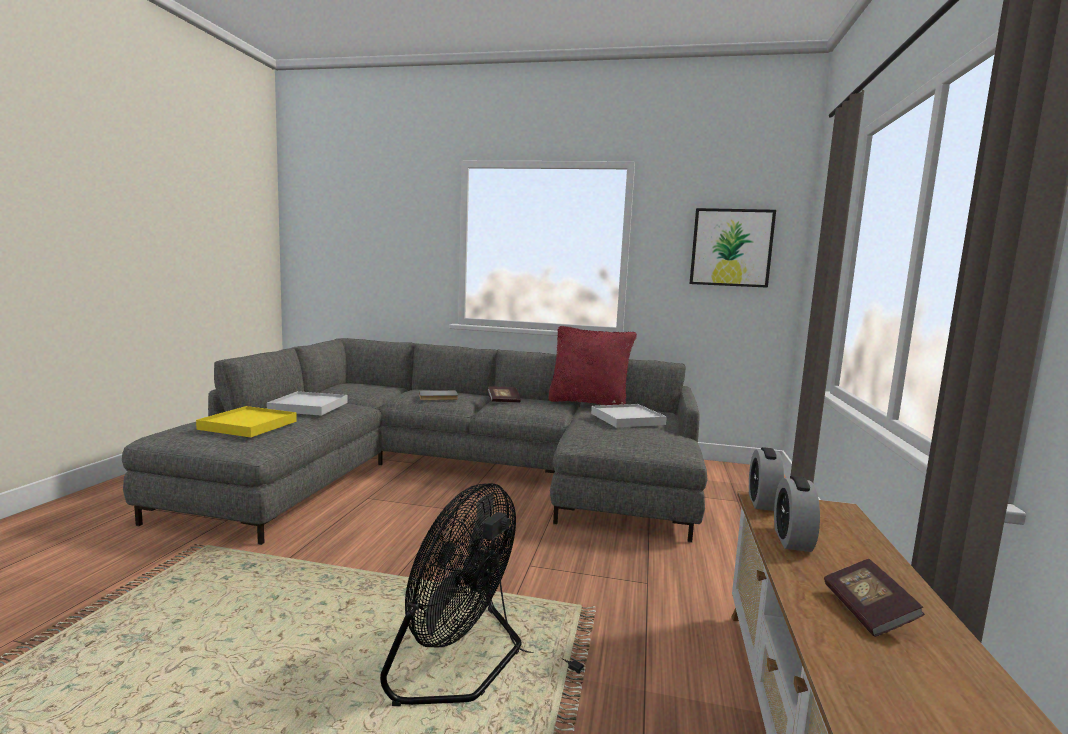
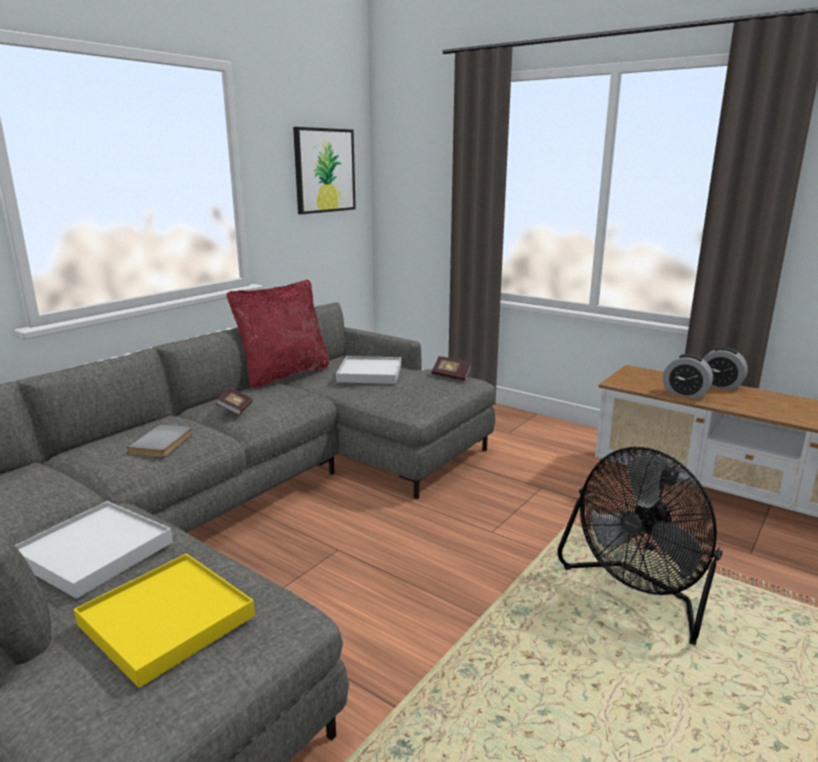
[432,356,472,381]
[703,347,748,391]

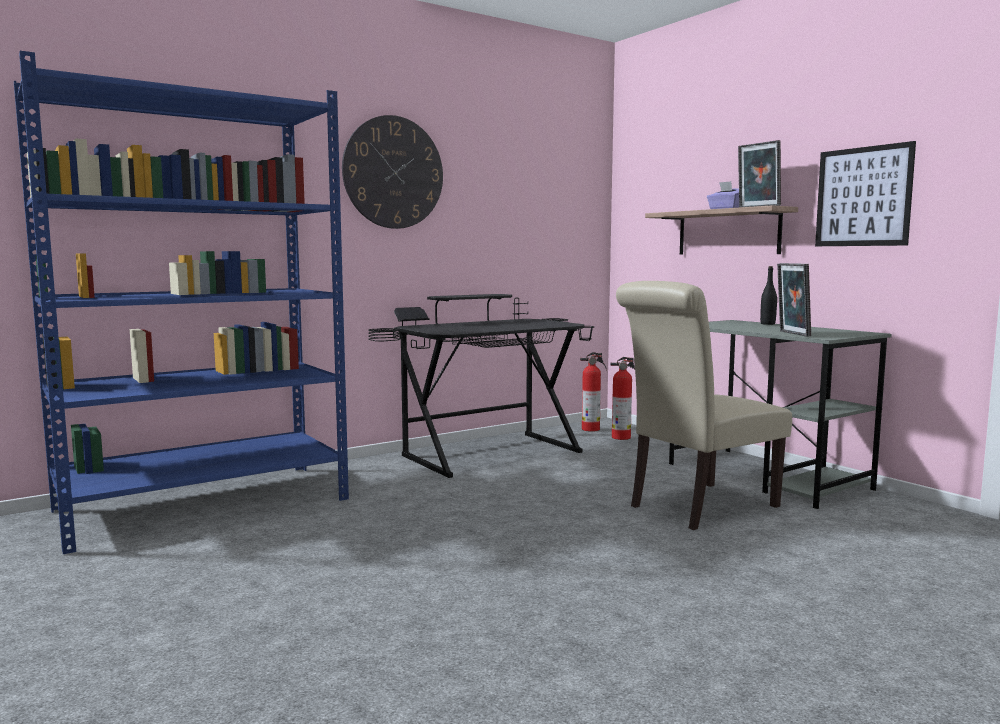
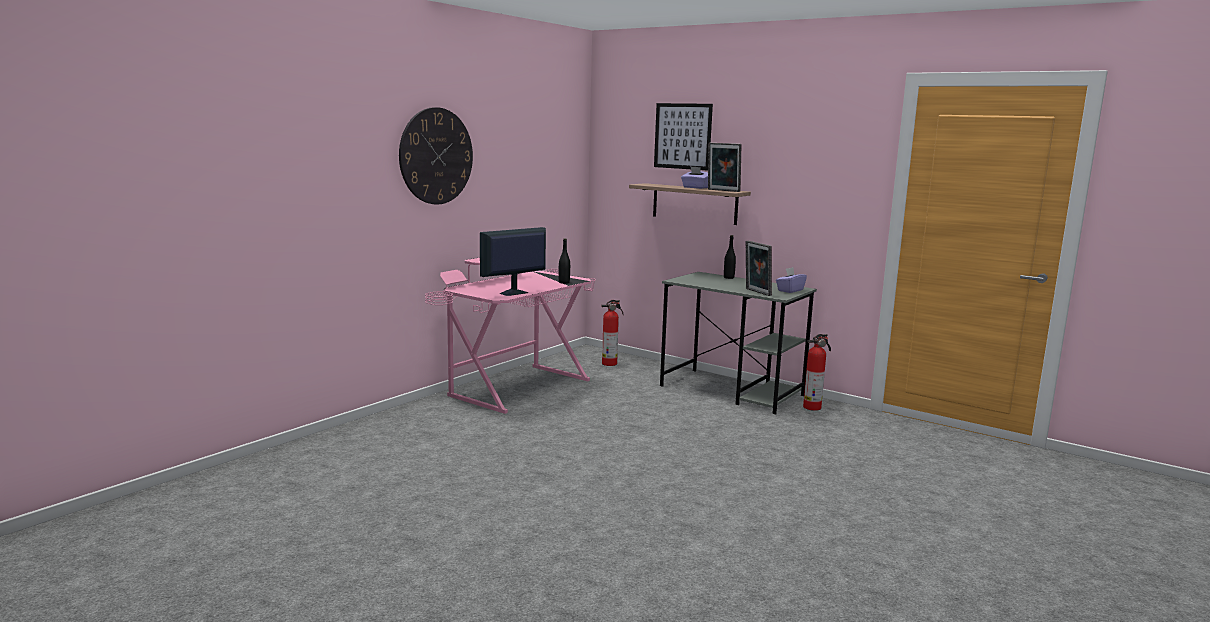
[425,257,596,414]
[480,227,546,296]
[559,239,570,284]
[654,103,713,171]
[776,267,807,293]
[803,334,831,411]
[14,51,349,554] (first image)
[616,281,792,530] (first image)

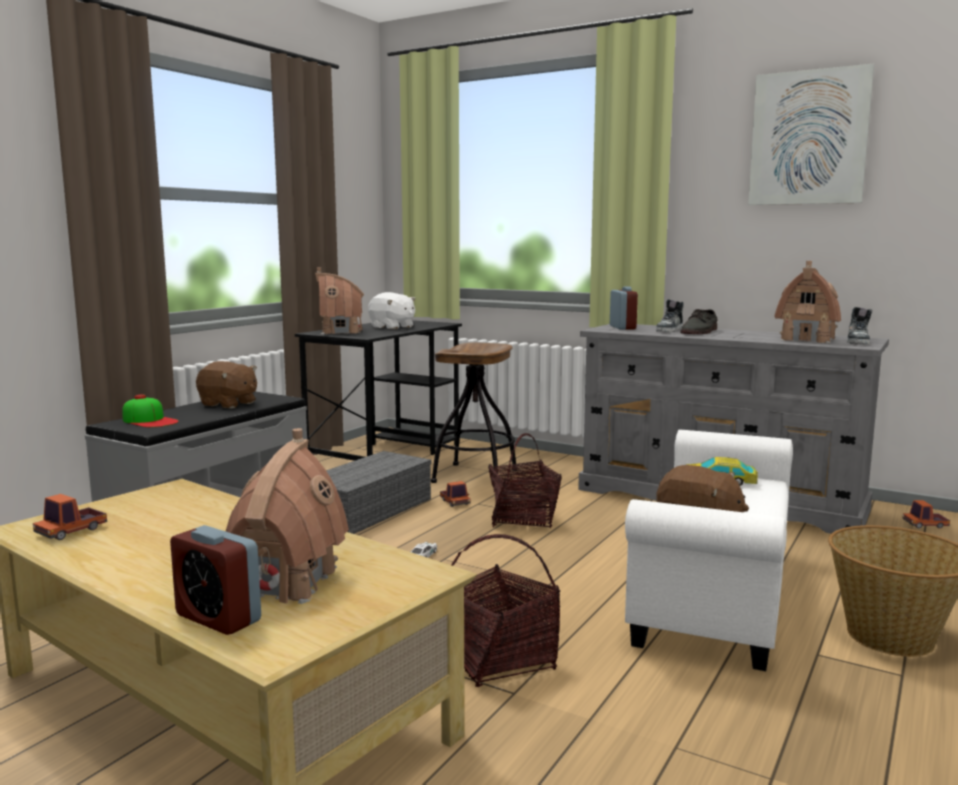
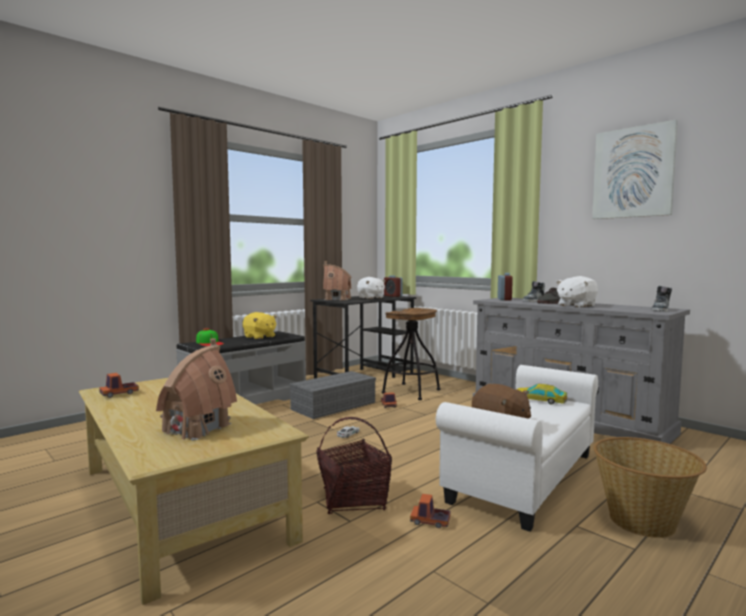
[243,312,277,339]
[384,275,403,297]
[410,494,450,528]
[556,276,598,308]
[488,433,562,528] (first image)
[774,261,841,343] (first image)

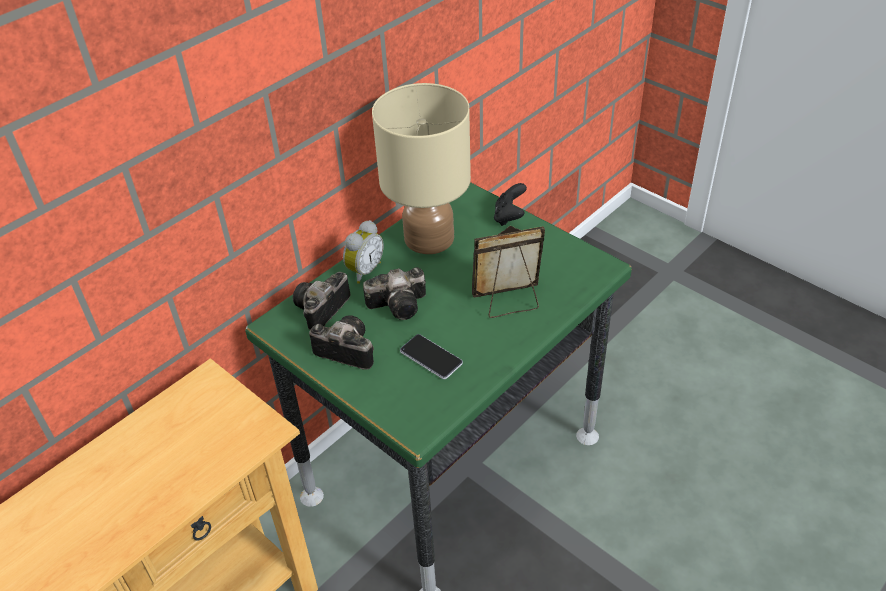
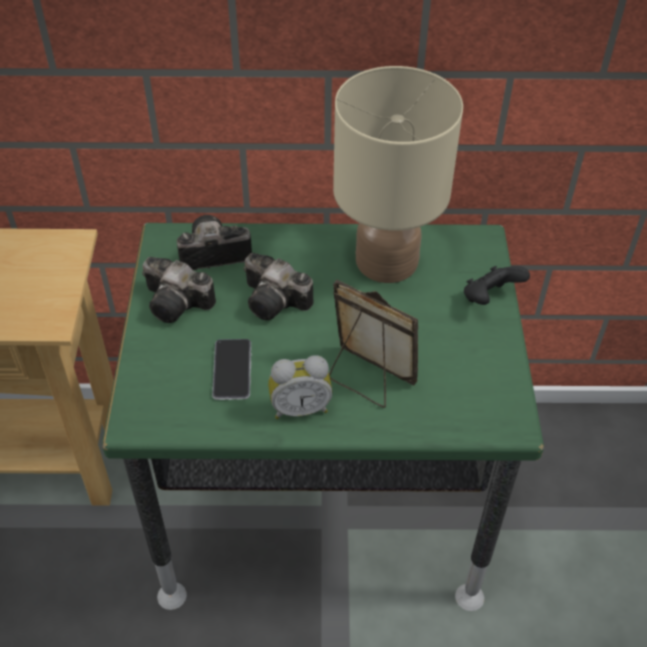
[142,257,216,323]
[268,355,332,419]

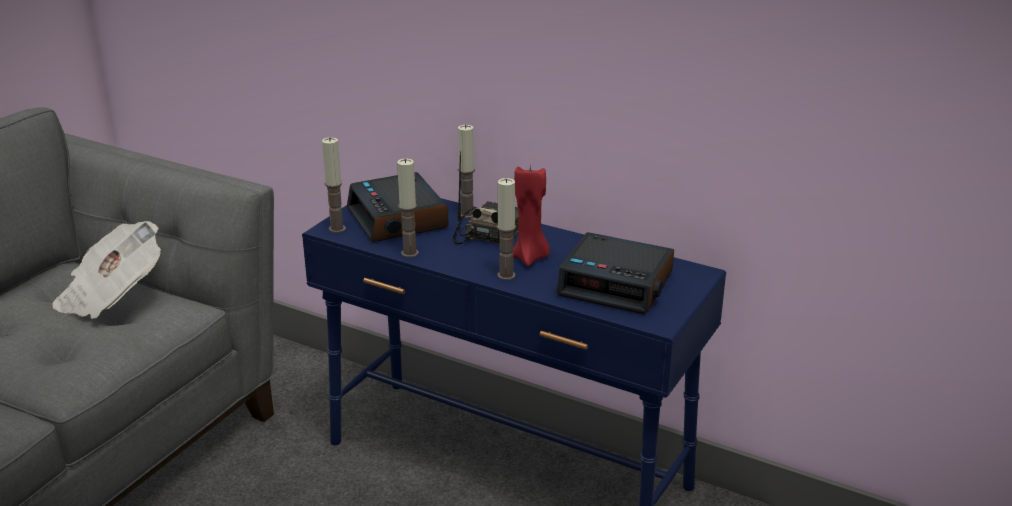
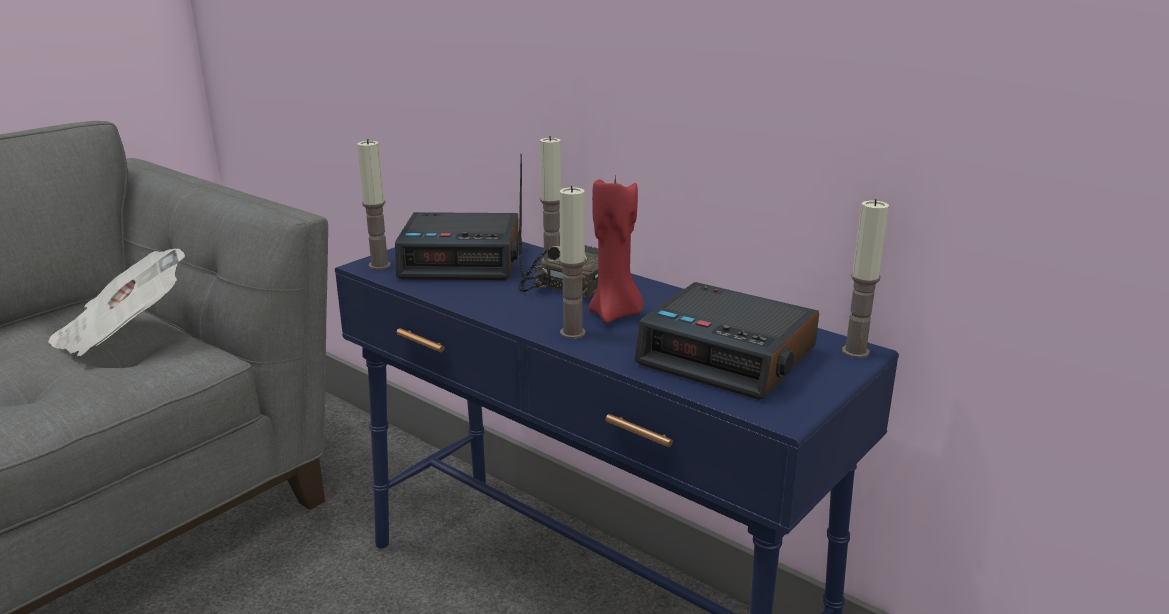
[395,212,519,280]
[842,199,889,358]

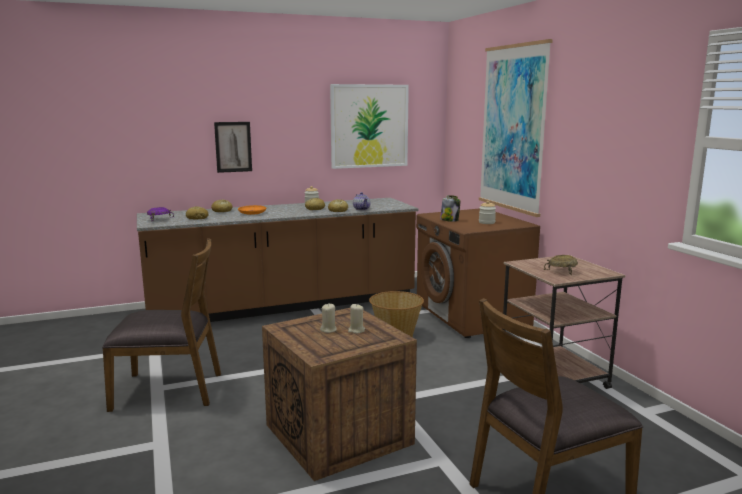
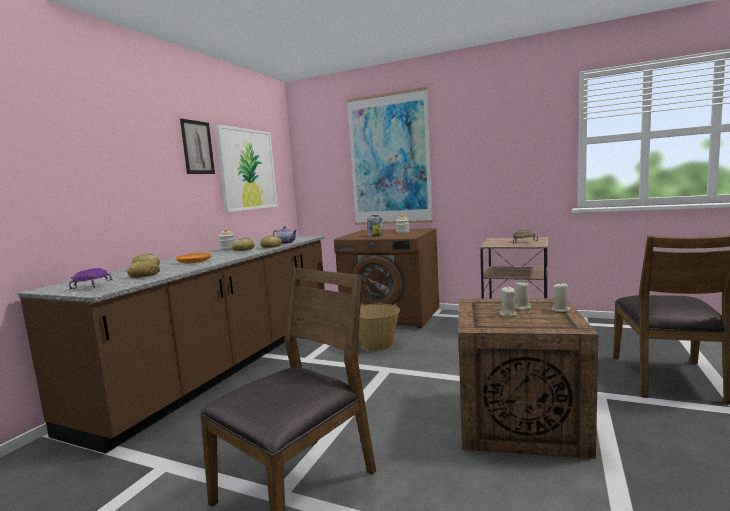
[180,119,215,174]
[551,282,571,312]

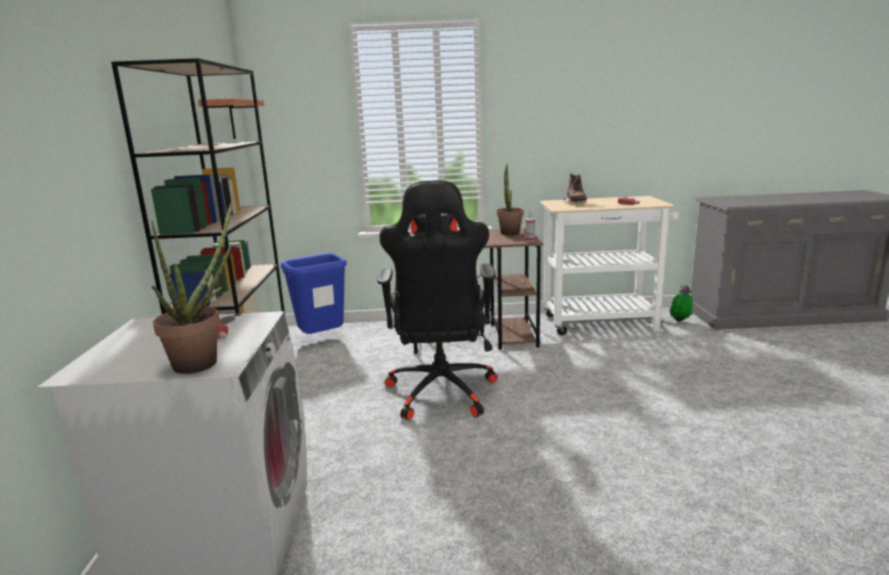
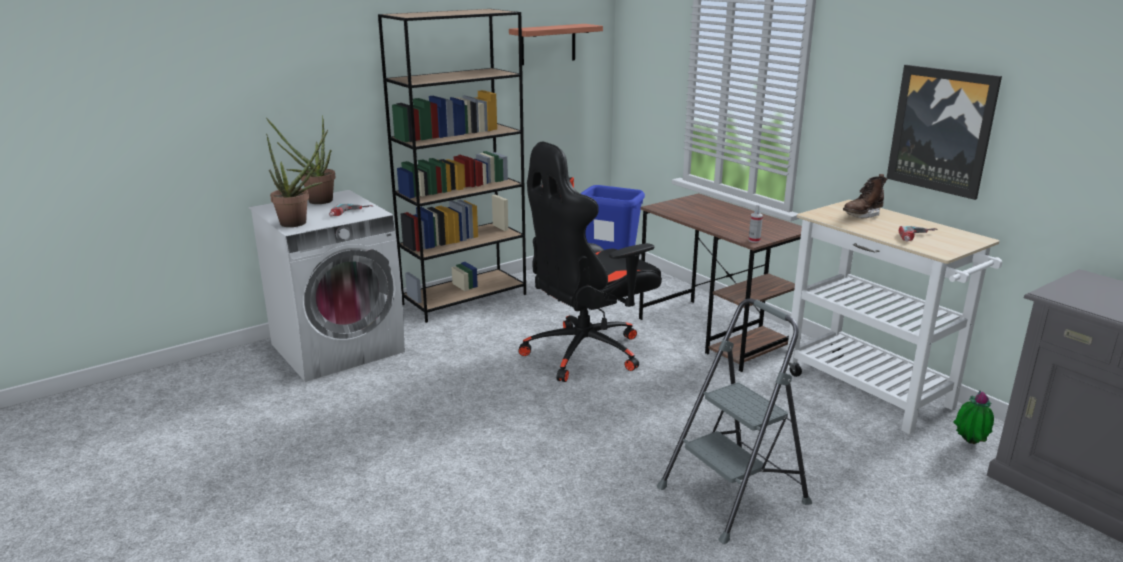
[266,115,336,204]
[657,298,812,544]
[887,65,1002,200]

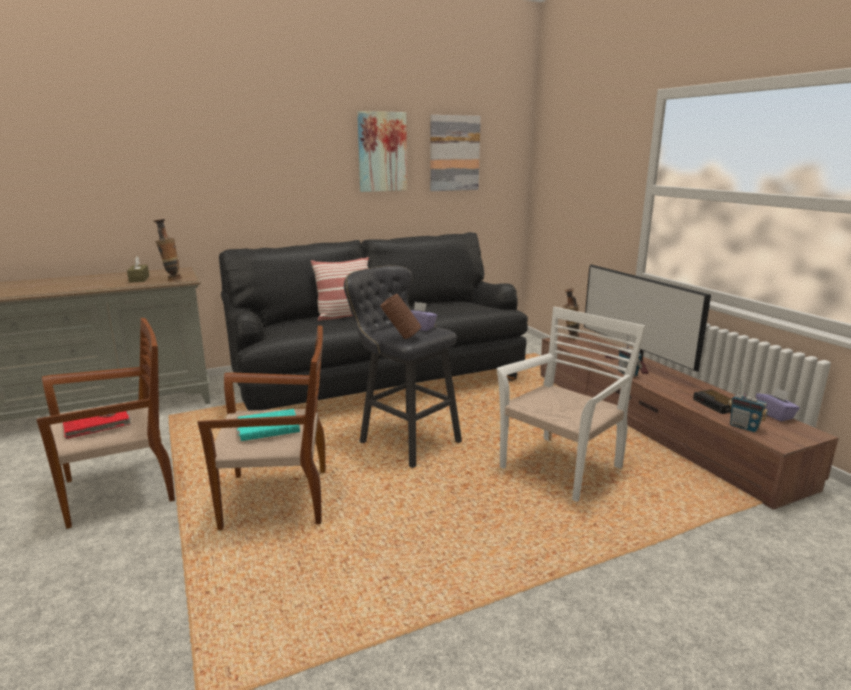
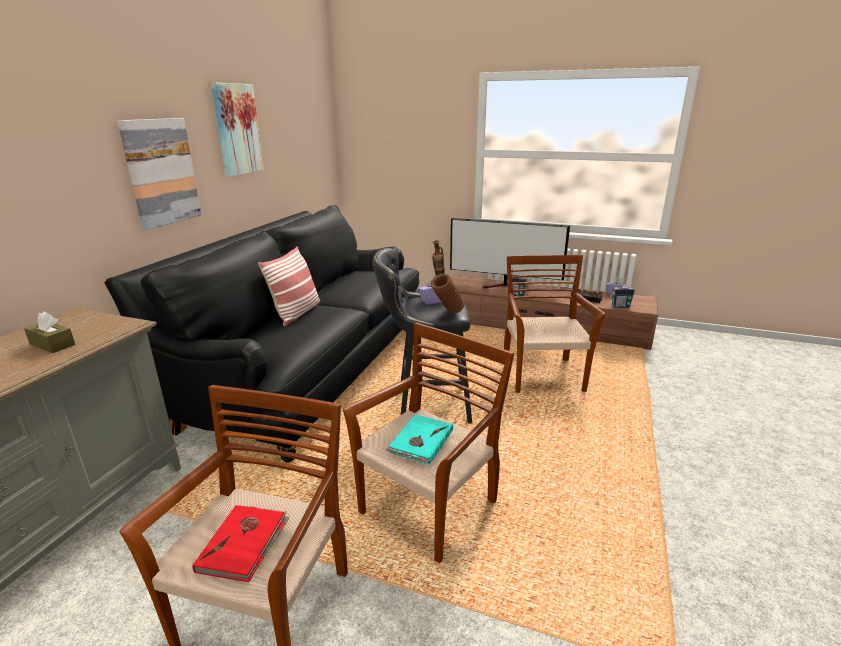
[117,118,202,230]
[504,255,605,393]
[154,219,182,281] (first image)

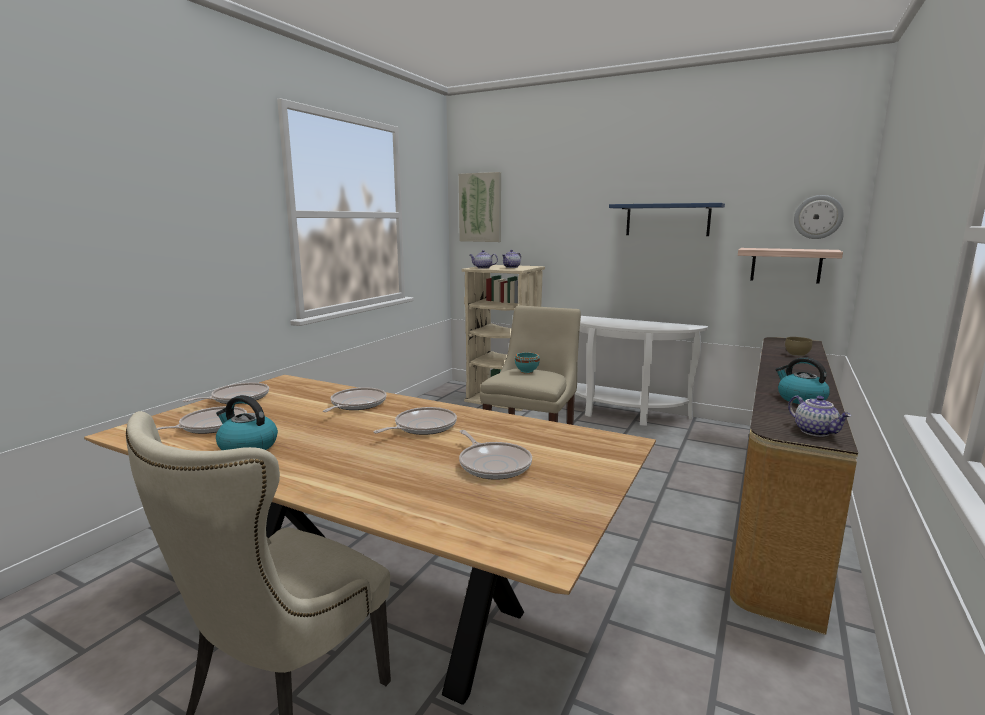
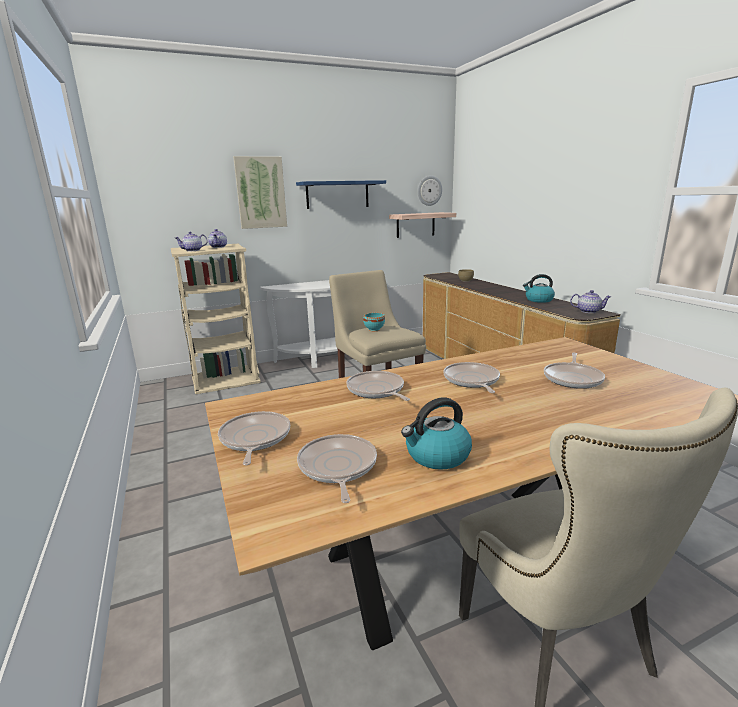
[233,156,287,229]
[544,353,605,389]

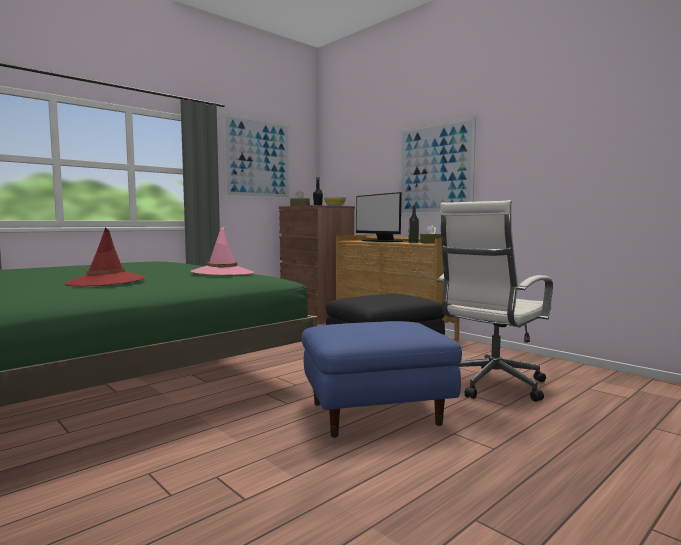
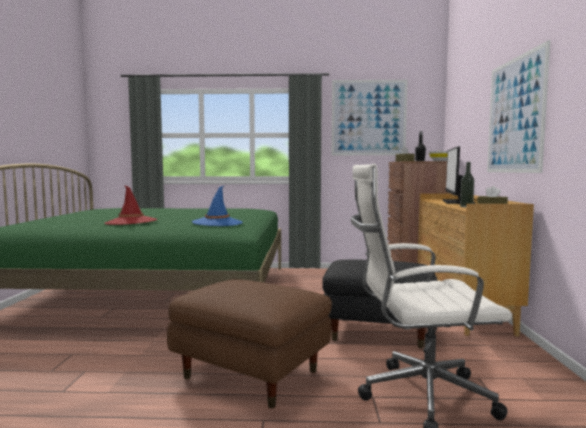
[167,279,332,409]
[192,185,243,226]

